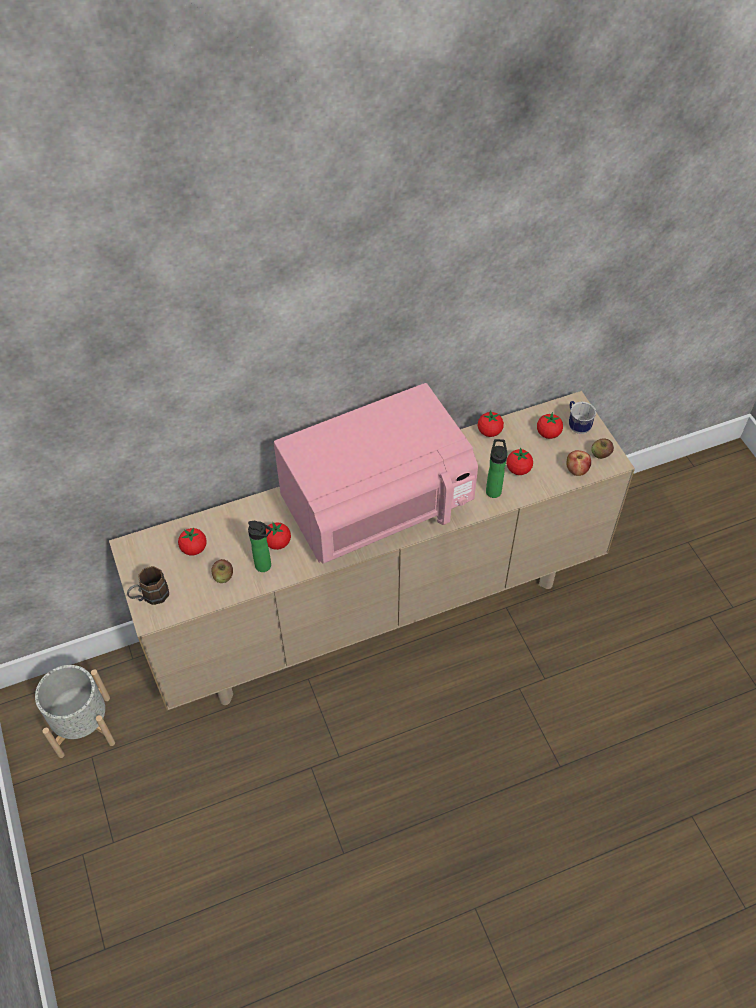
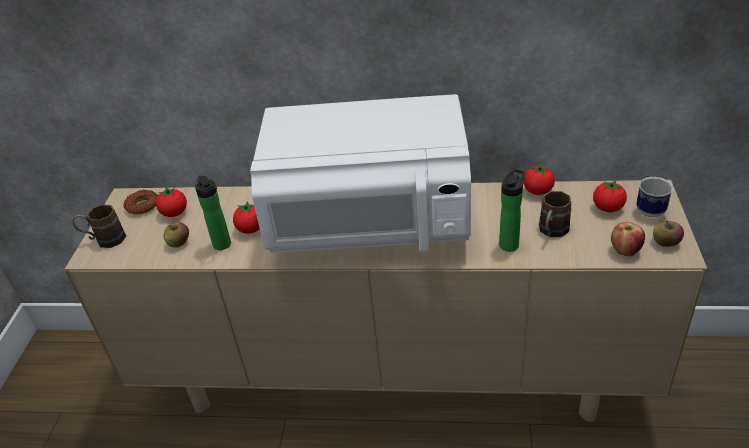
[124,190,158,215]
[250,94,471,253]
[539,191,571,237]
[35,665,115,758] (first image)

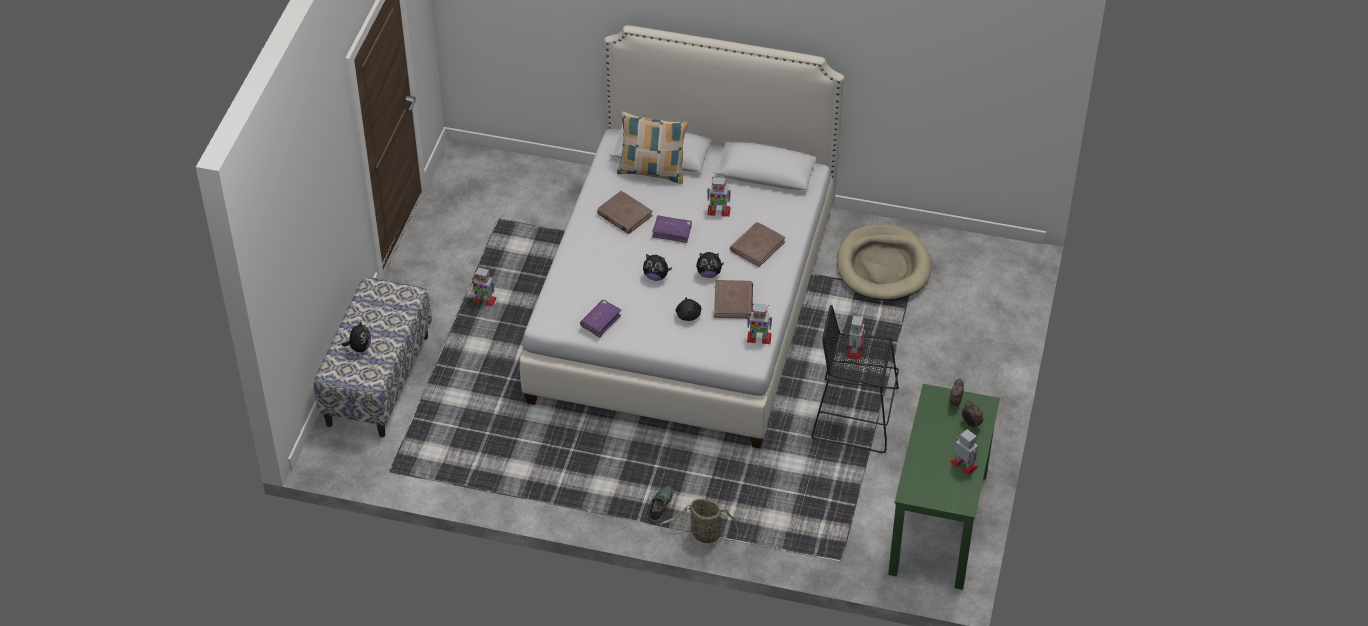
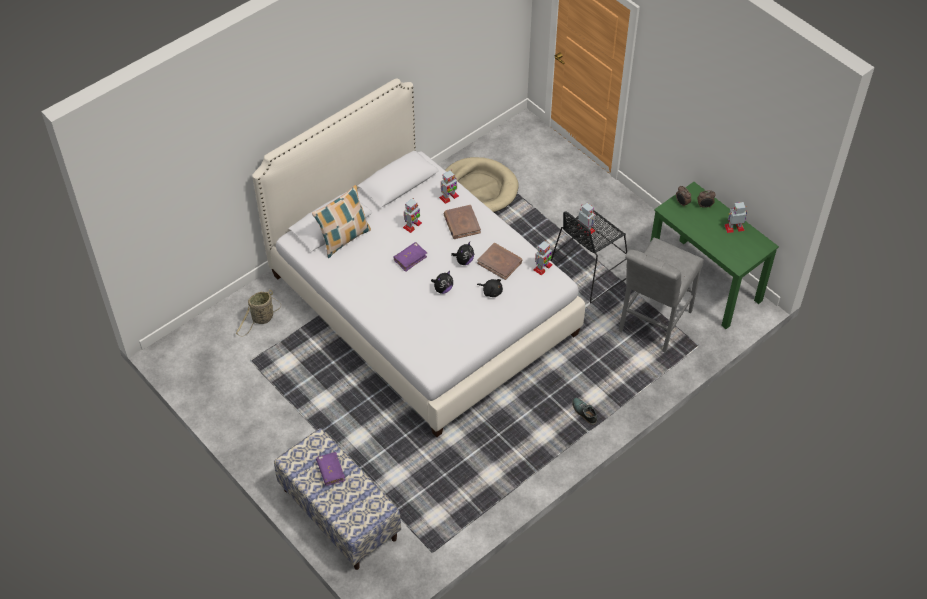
[236,289,281,336]
[316,452,345,486]
[439,171,459,204]
[619,237,704,352]
[342,319,371,353] (first image)
[597,191,653,234] (first image)

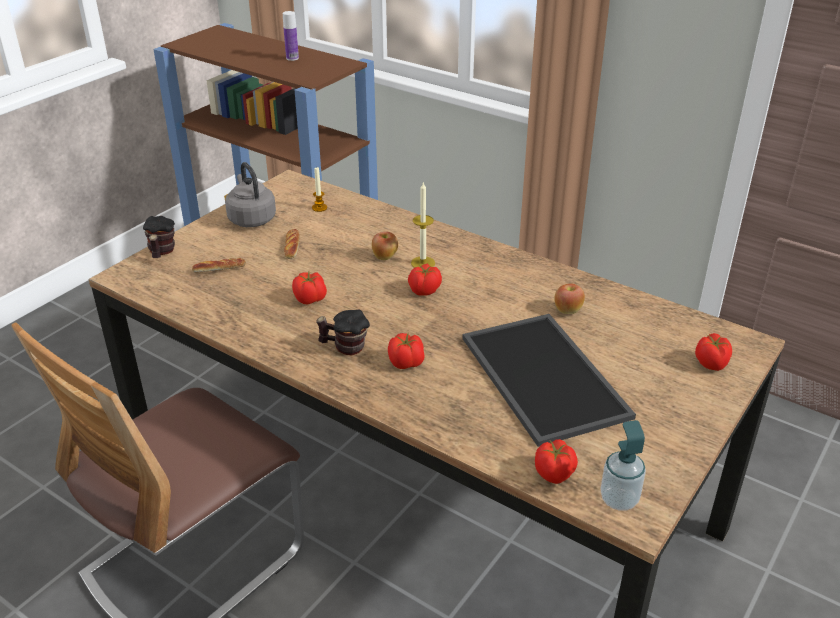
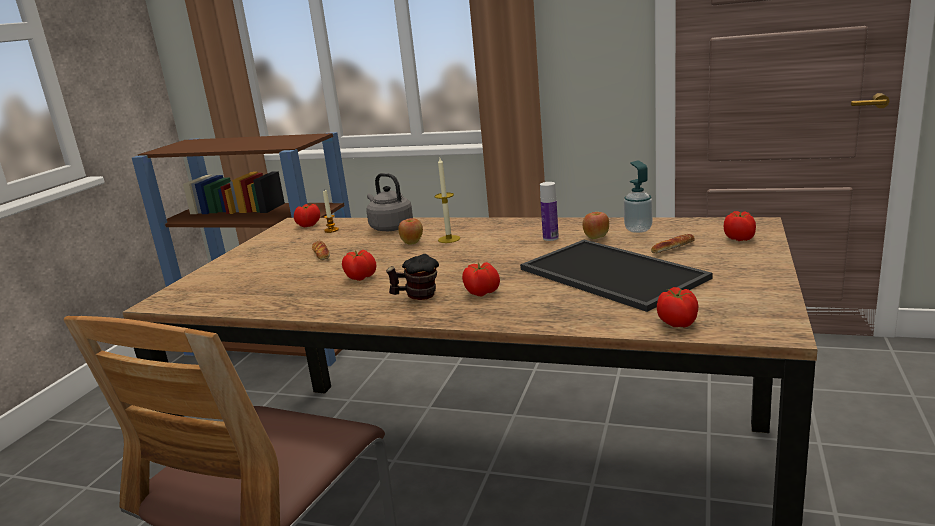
[294,204,320,228]
[366,173,413,231]
[540,182,559,241]
[624,161,652,233]
[651,234,695,253]
[143,216,175,258] (first image)

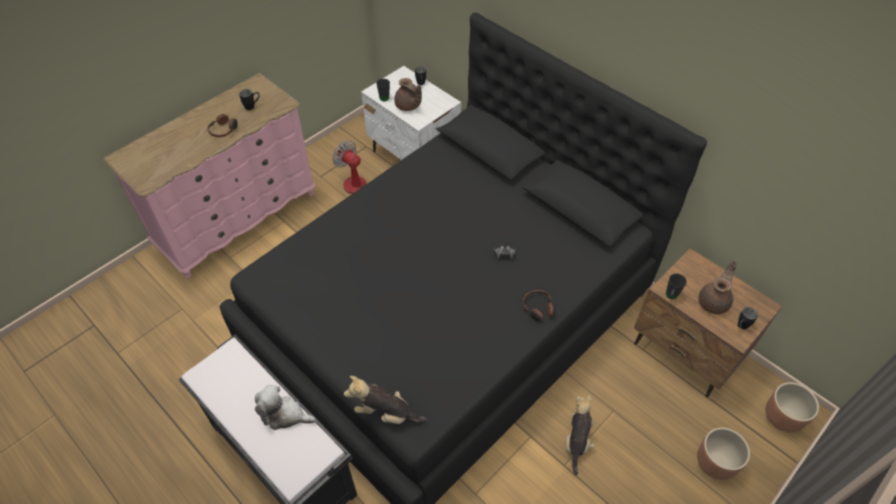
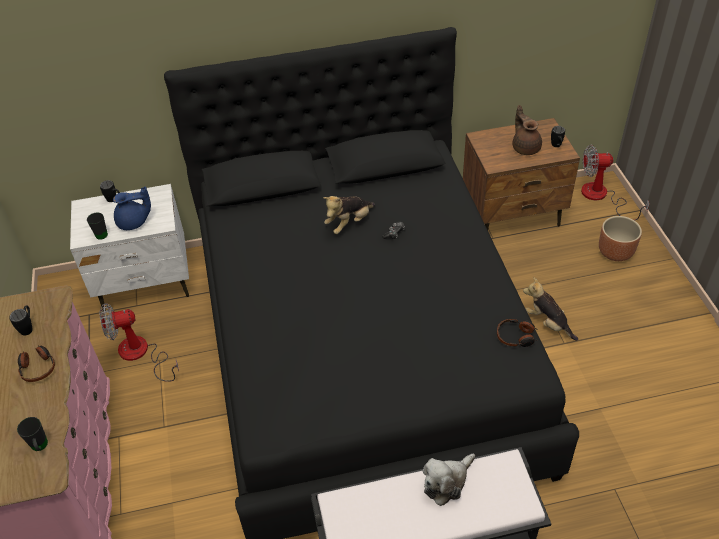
[17,417,48,451]
[113,186,151,230]
[323,196,375,234]
[497,319,538,347]
[581,145,650,221]

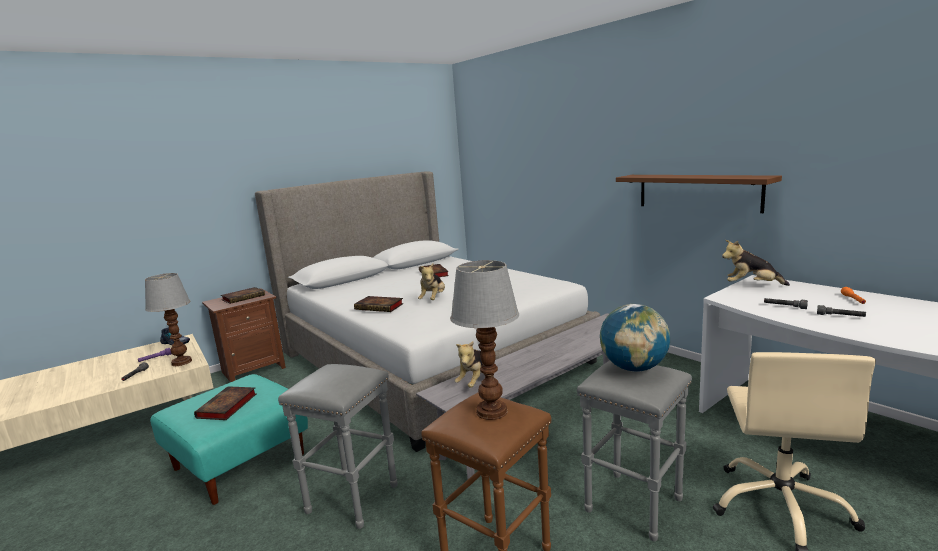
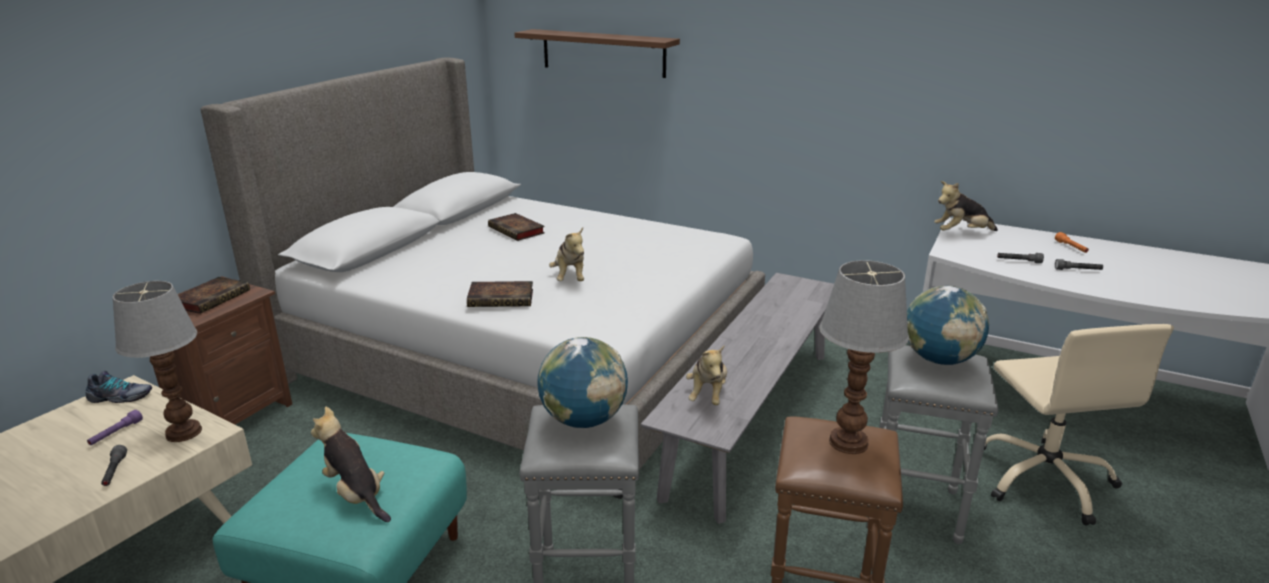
[311,406,391,522]
[514,29,680,78]
[537,337,628,428]

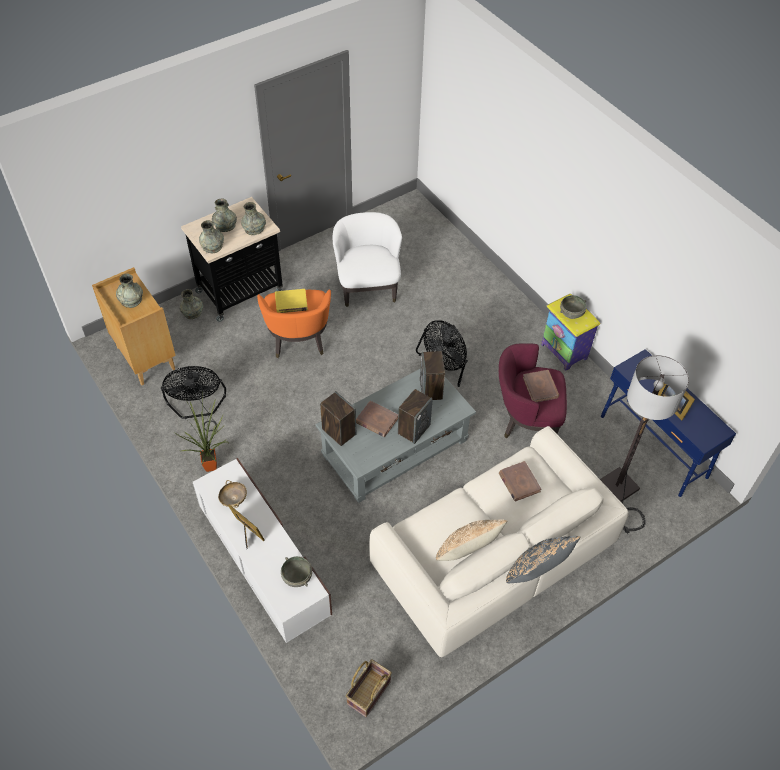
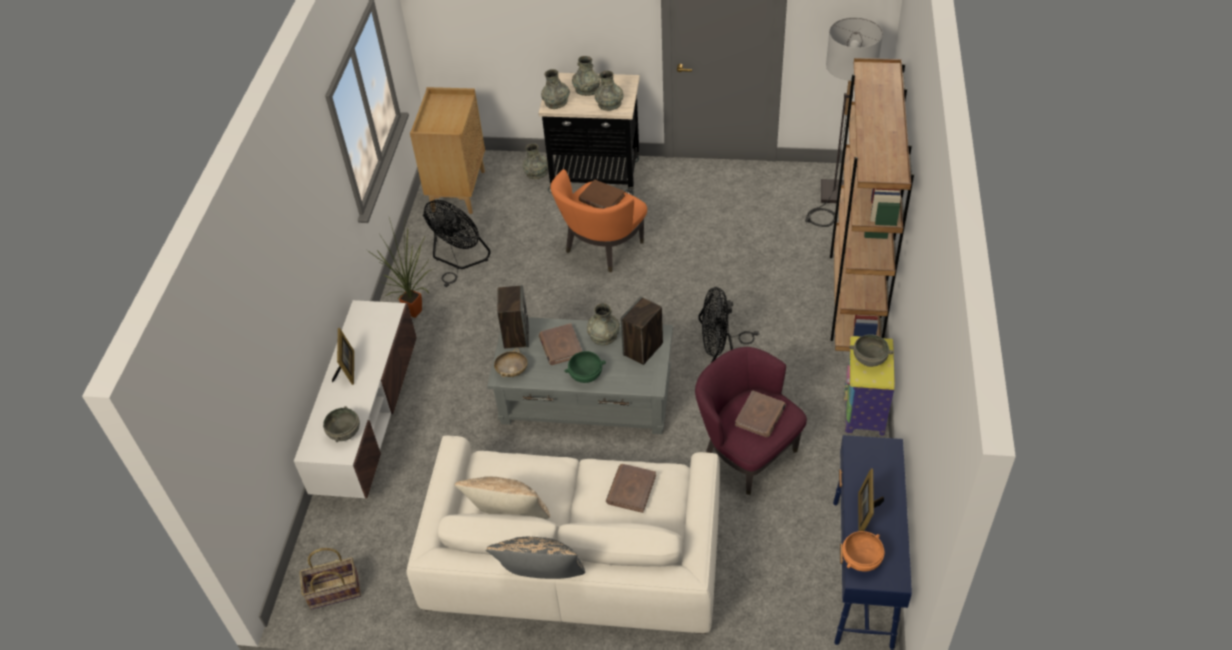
[494,348,528,377]
[564,351,606,383]
[579,180,625,209]
[587,303,620,345]
[805,18,883,227]
[830,58,914,351]
[842,531,884,572]
[333,212,402,307] (first image)

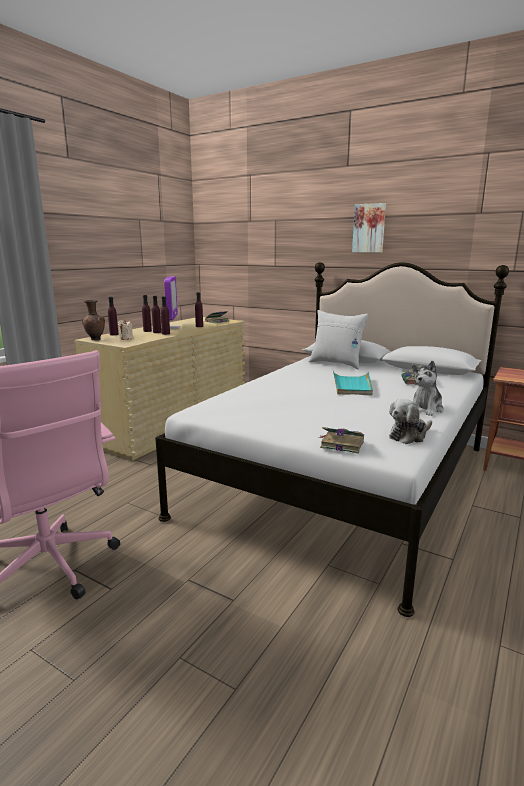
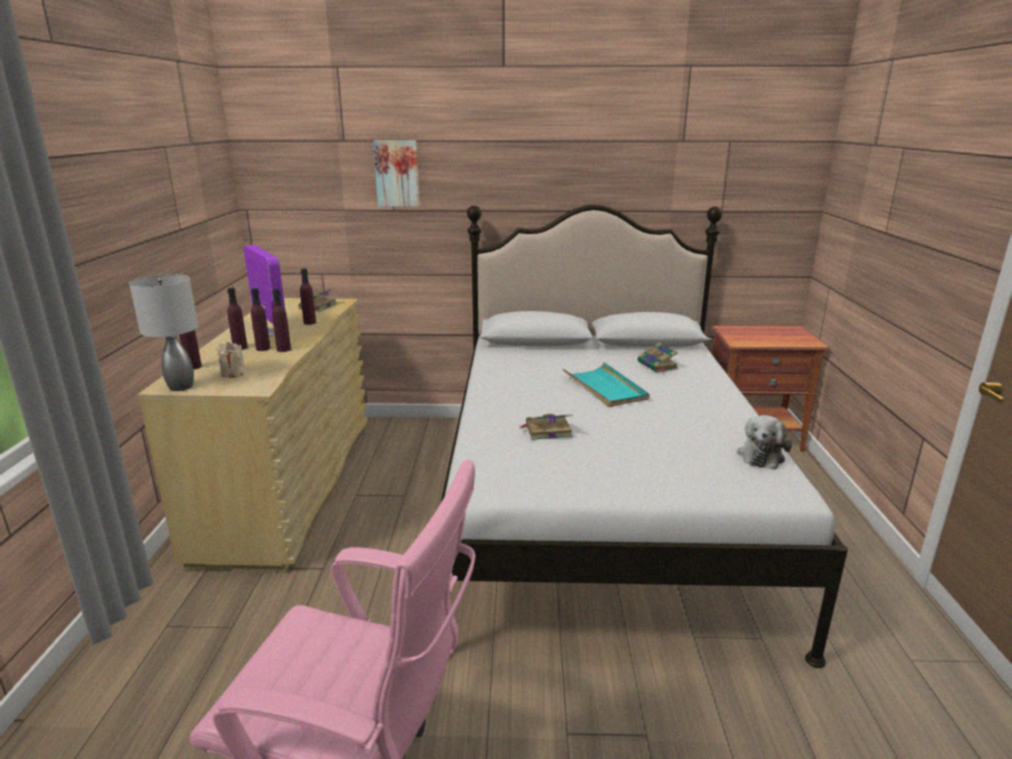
[129,274,198,391]
[373,141,420,207]
[520,414,573,440]
[309,310,368,369] (first image)
[412,361,444,416] (first image)

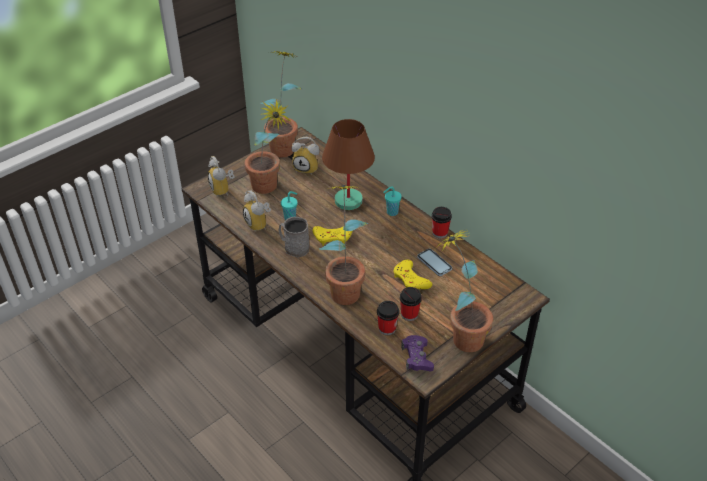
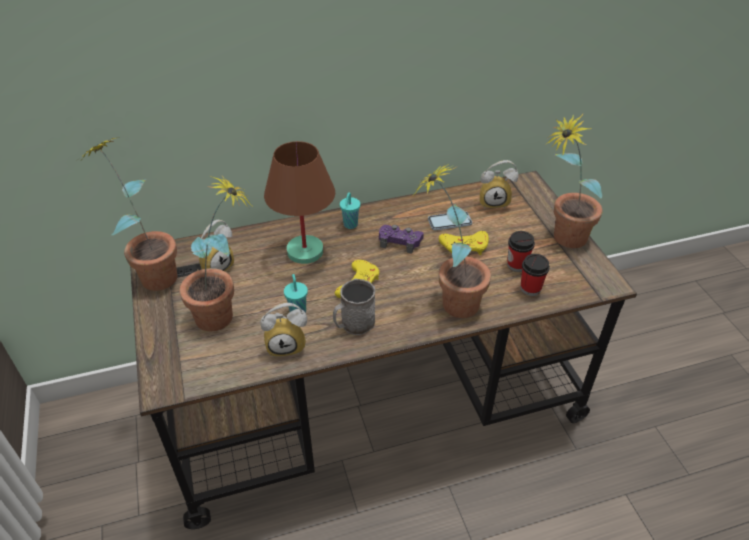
[379,225,424,254]
[480,160,519,209]
[432,207,452,238] (first image)

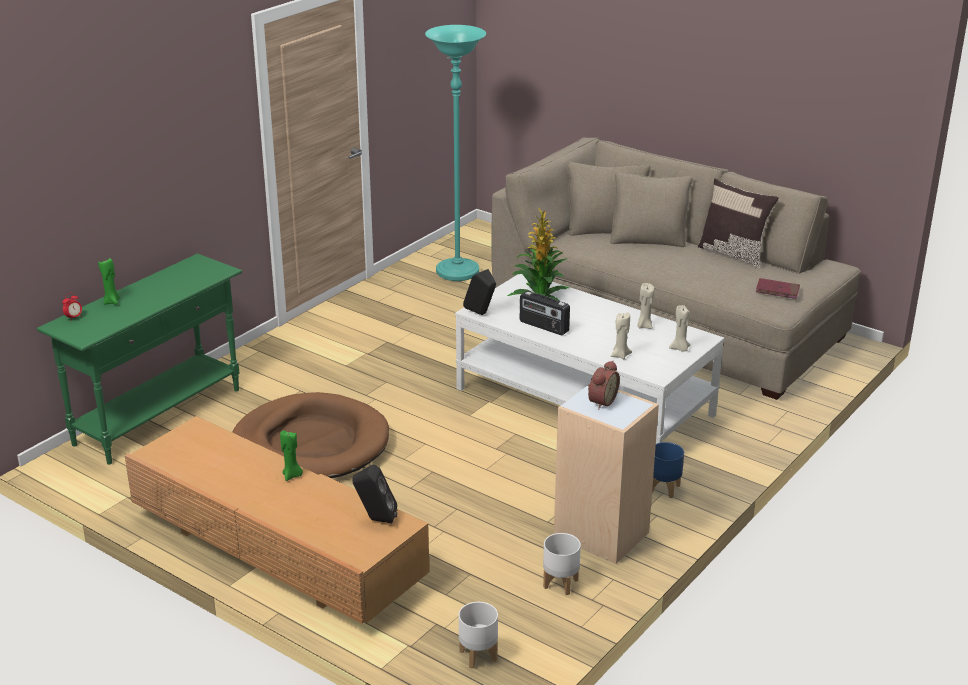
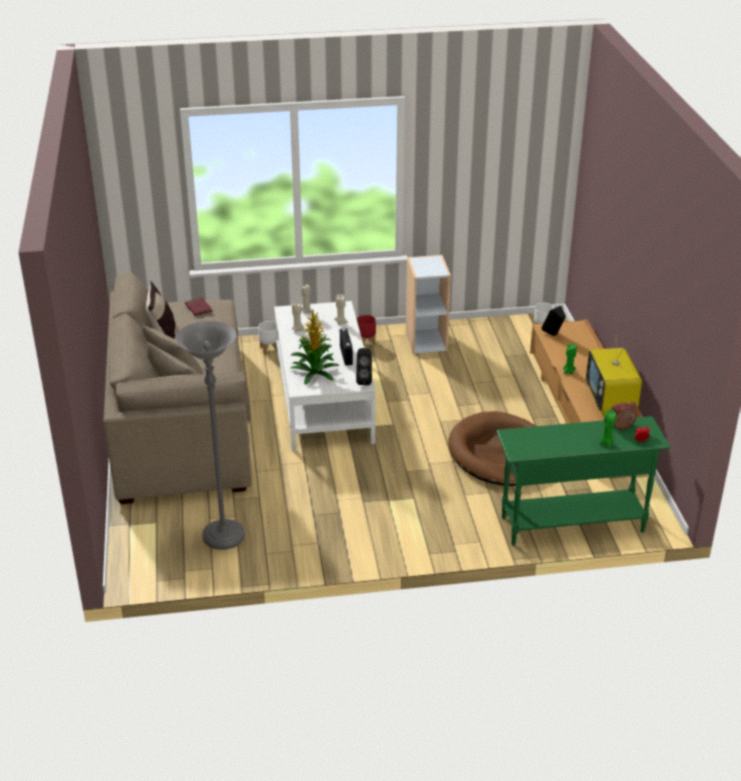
[176,321,245,550]
[258,321,277,354]
[357,315,376,346]
[586,334,642,415]
[611,402,637,429]

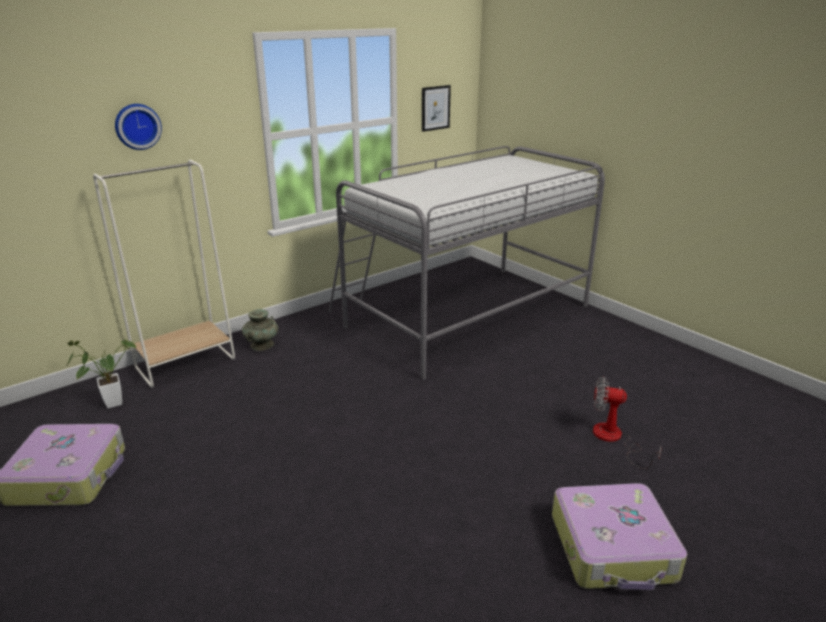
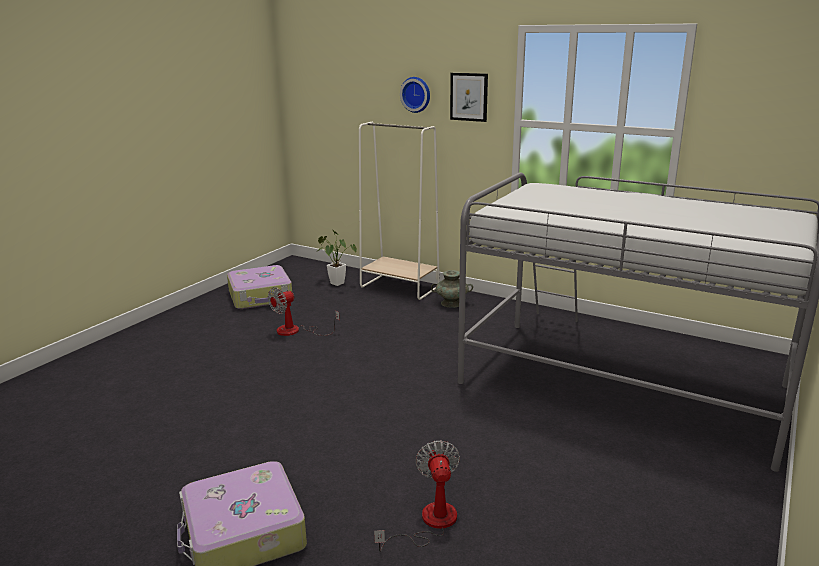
[268,287,340,336]
[450,73,488,122]

